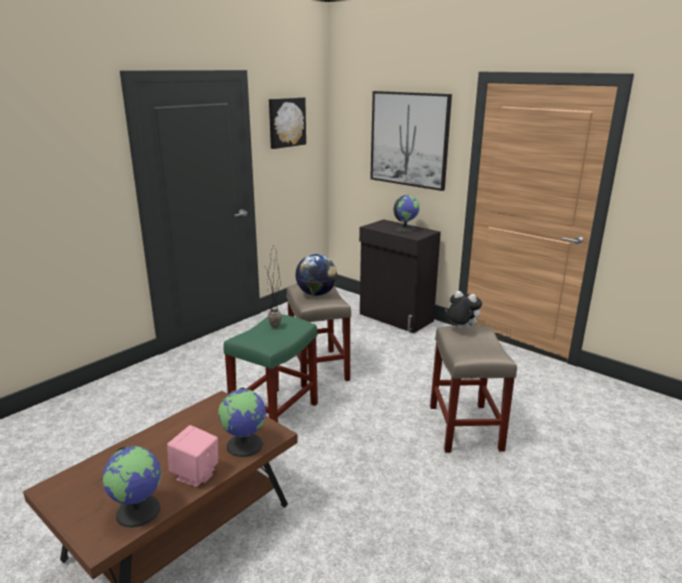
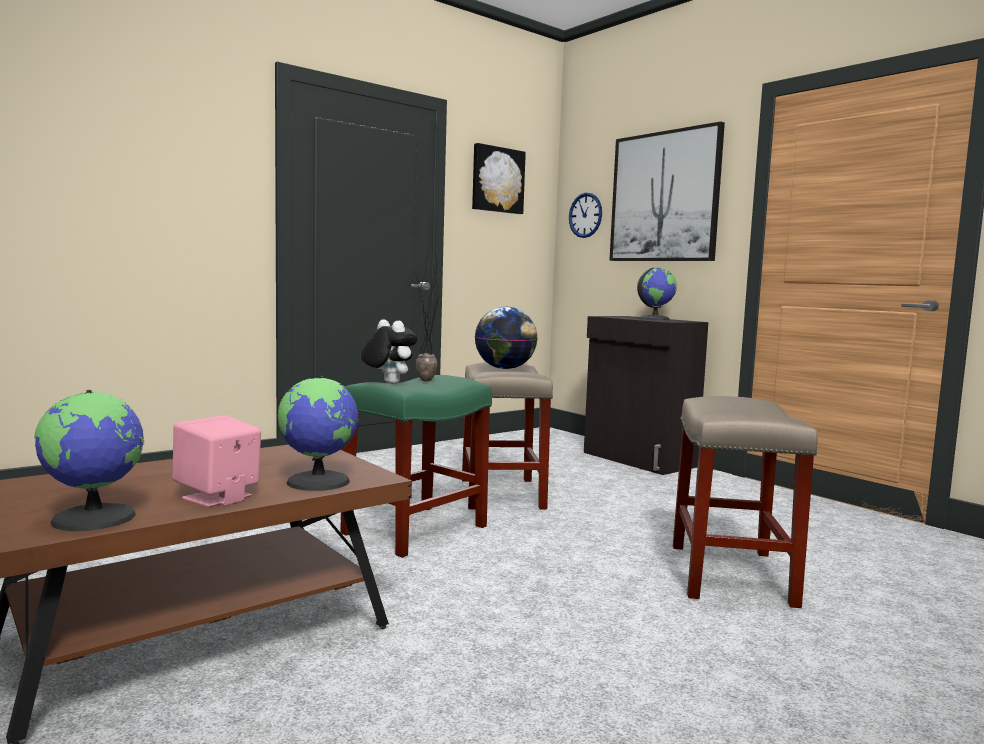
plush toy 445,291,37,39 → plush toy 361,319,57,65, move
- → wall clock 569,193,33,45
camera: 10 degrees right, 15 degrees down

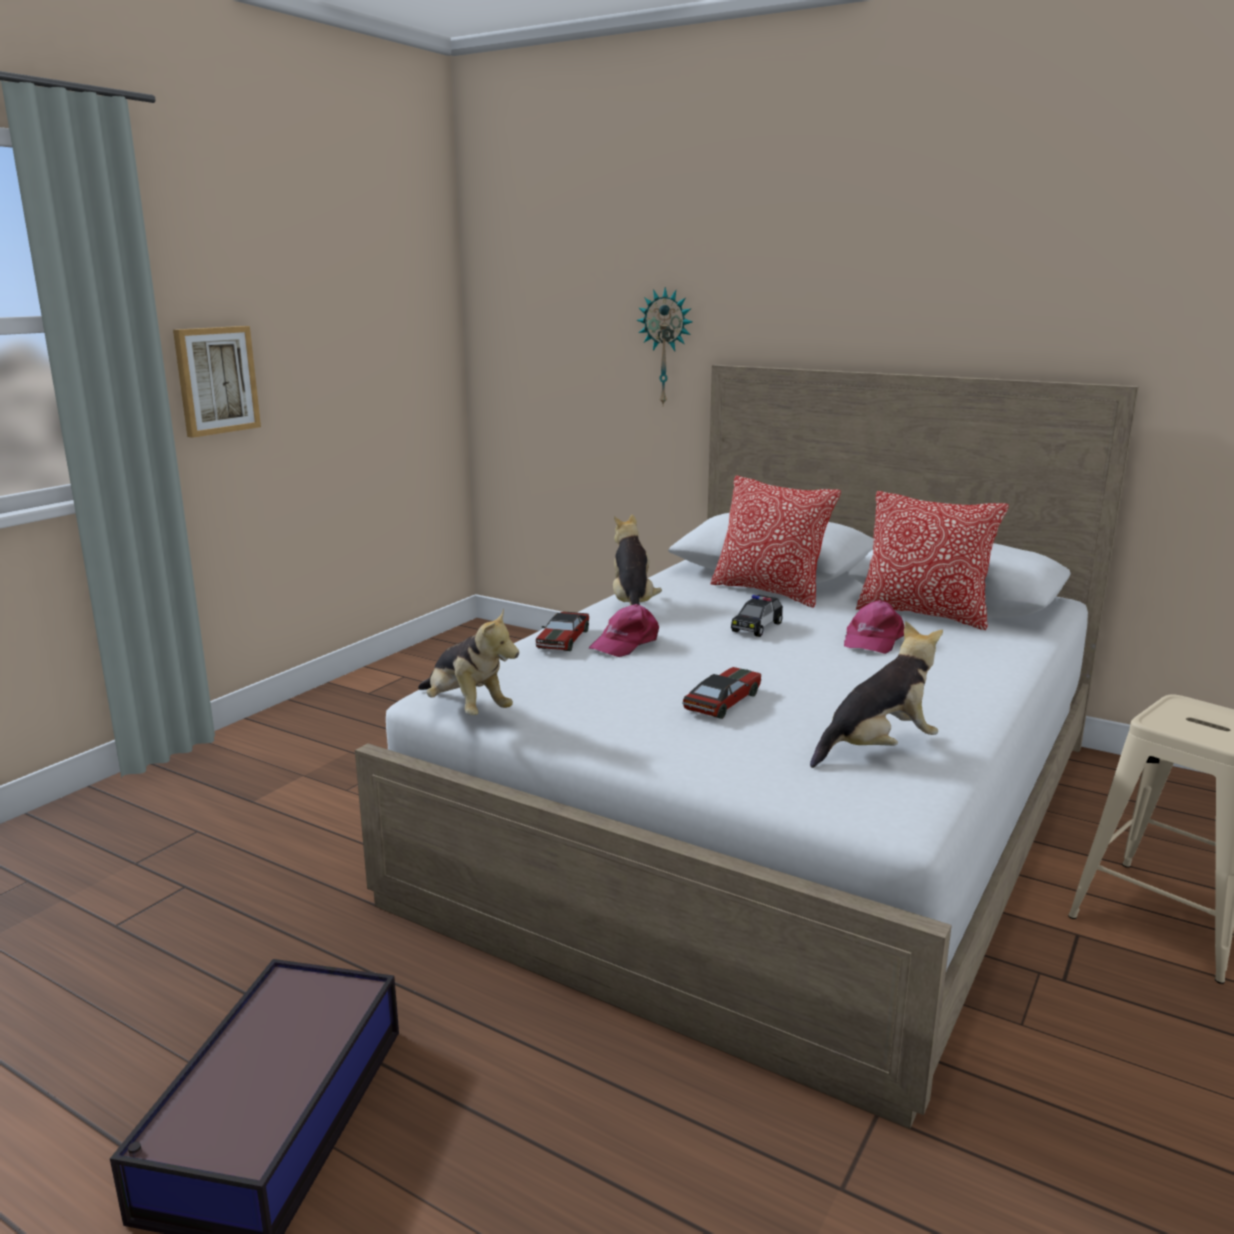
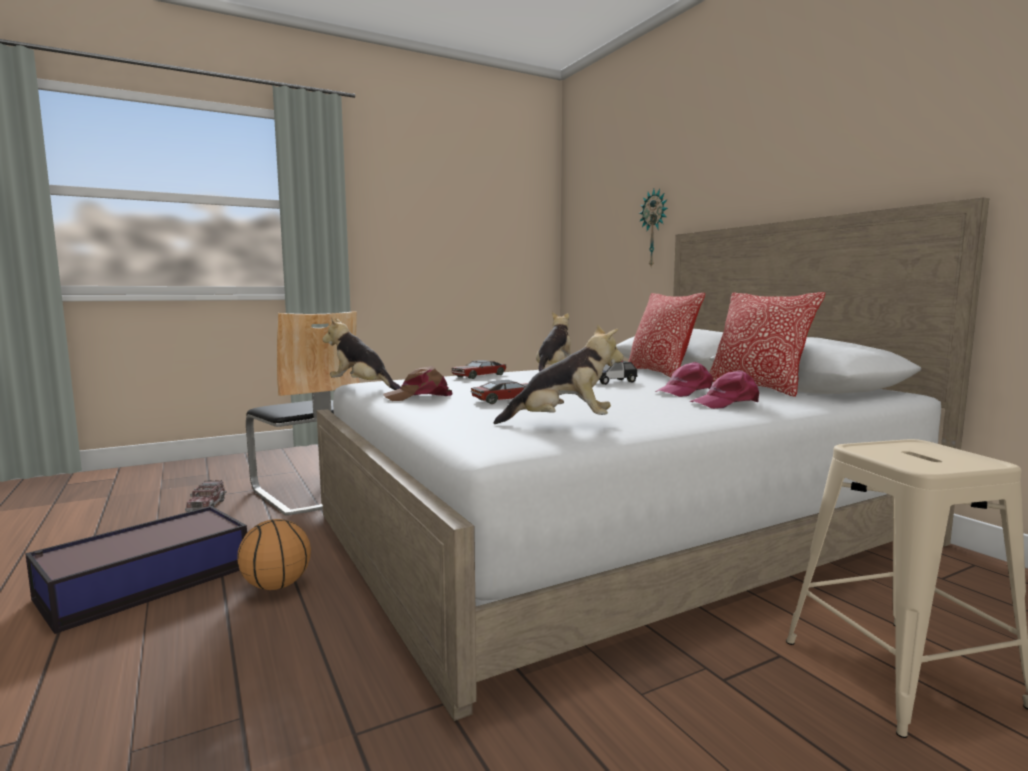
picture 173,326,88,112 → -
cap (pink) 589,604,70,53 → cap (pink) 689,370,70,39, move
plush toy 418,608,101,107 → plush toy 323,317,78,73, 135 degrees clockwise
- → chair 246,311,114,205
- → cap (brown) 383,366,69,35
- → toy truck 185,480,42,32
- → basketball 237,519,74,71
camera: 30 degrees right, 10 degrees down

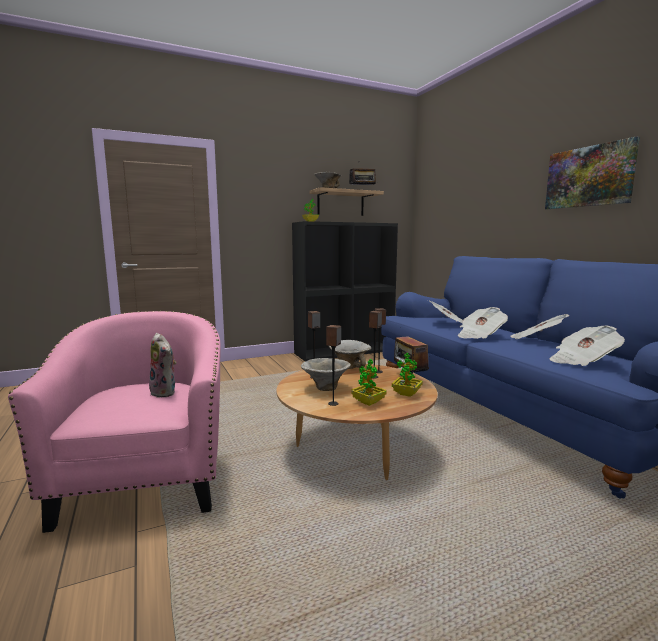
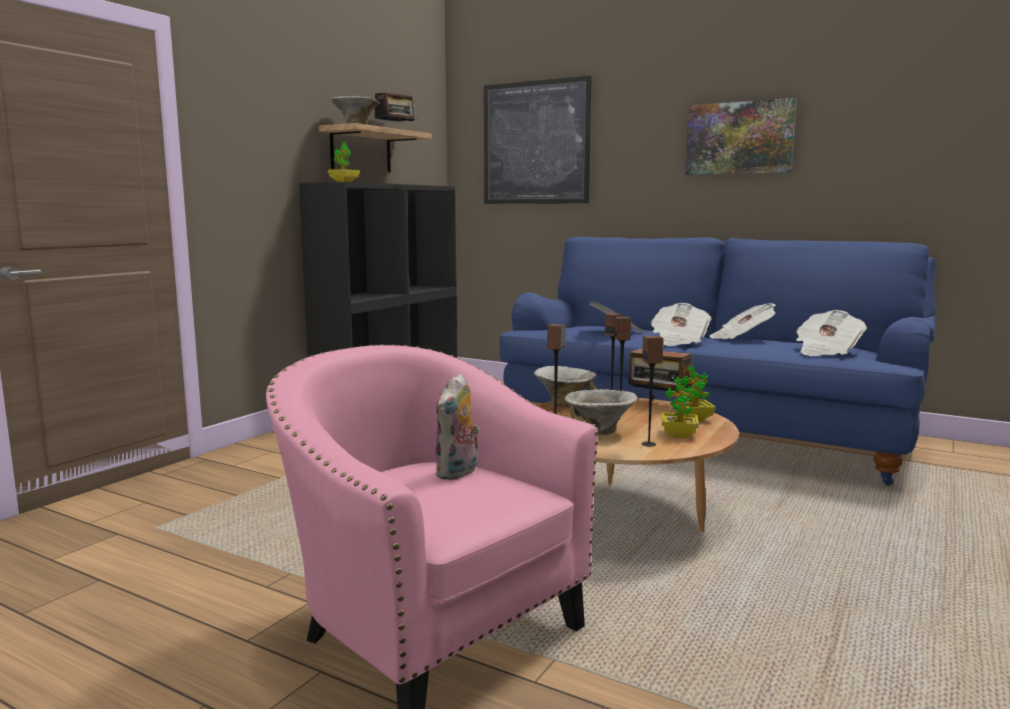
plush toy 149,333,28,65 → plush toy 435,374,45,106, 105 degrees clockwise
- → picture 484,75,108,129
camera: 35 degrees left, 0 degrees up

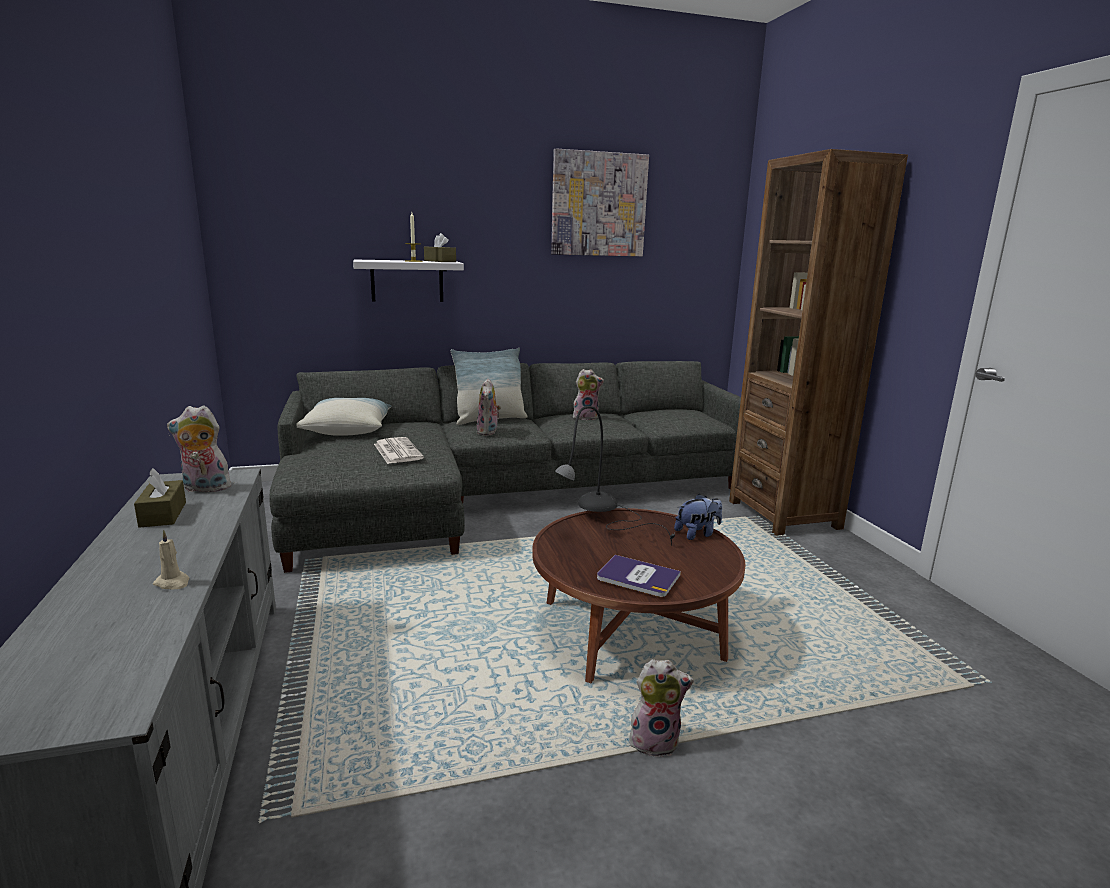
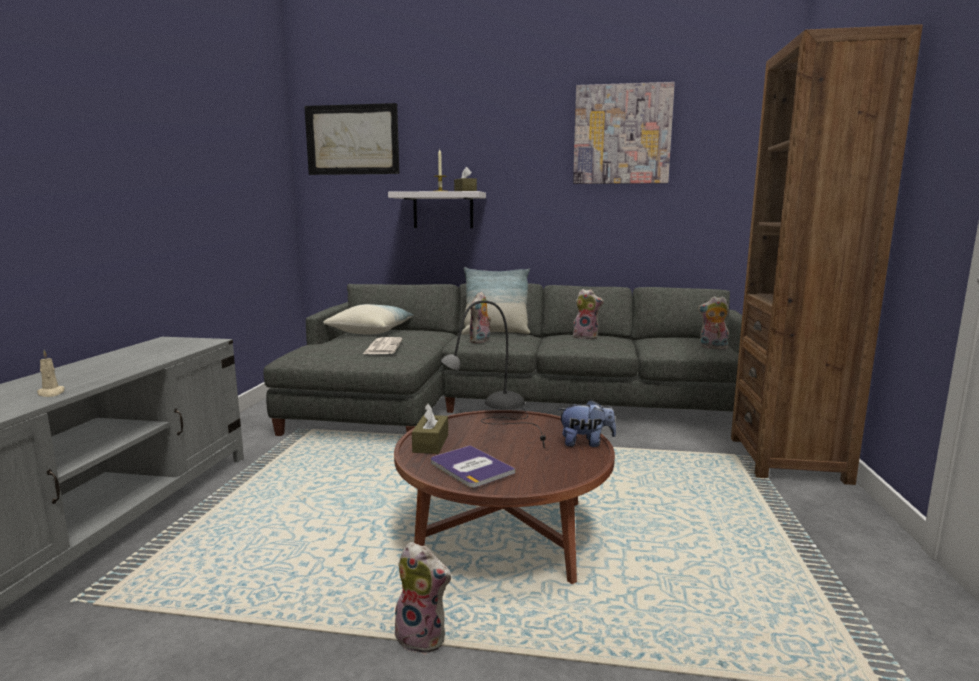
plush toy 167,405,64,87 → plush toy 698,296,32,53, move
tissue box (brown) 134,468,52,60 → tissue box (brown) 412,404,36,50, move
- → picture 304,103,95,72
camera: 25 degrees right, 5 degrees down

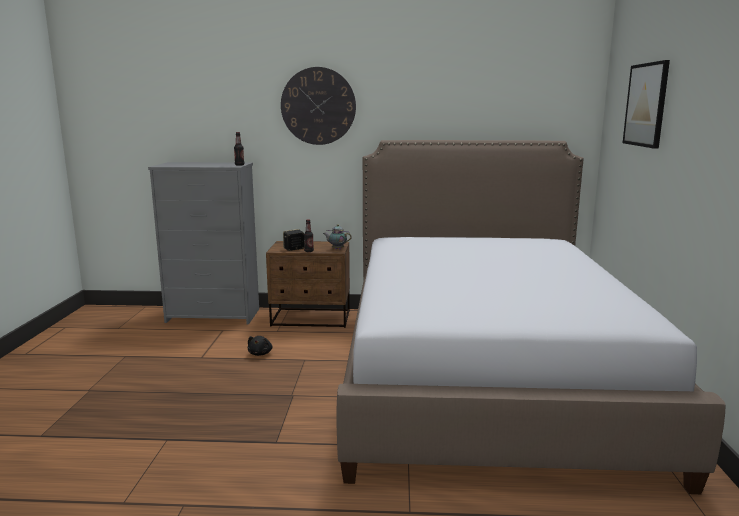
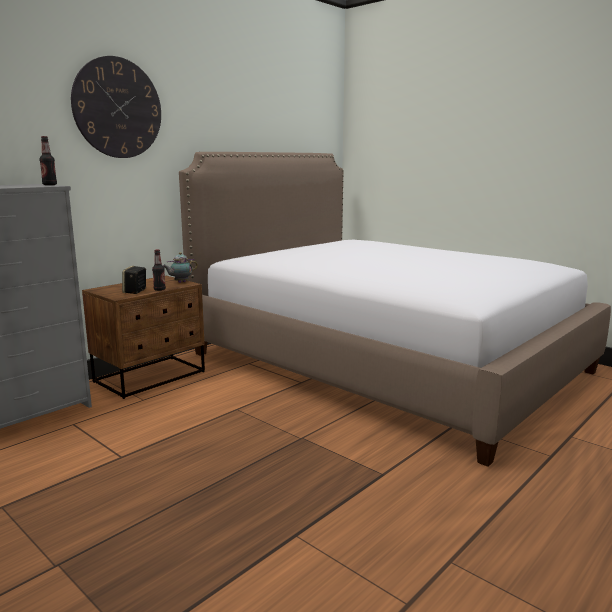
picture 623,60,47,89 → -
plush toy (black) 248,336,25,20 → -
camera: 50 degrees left, 0 degrees up

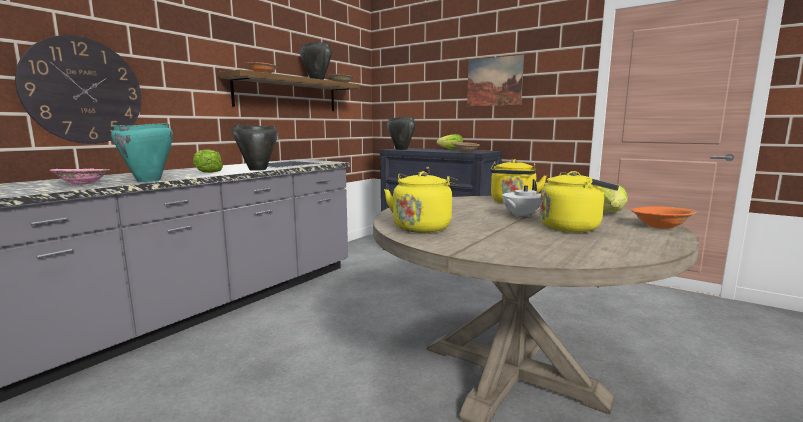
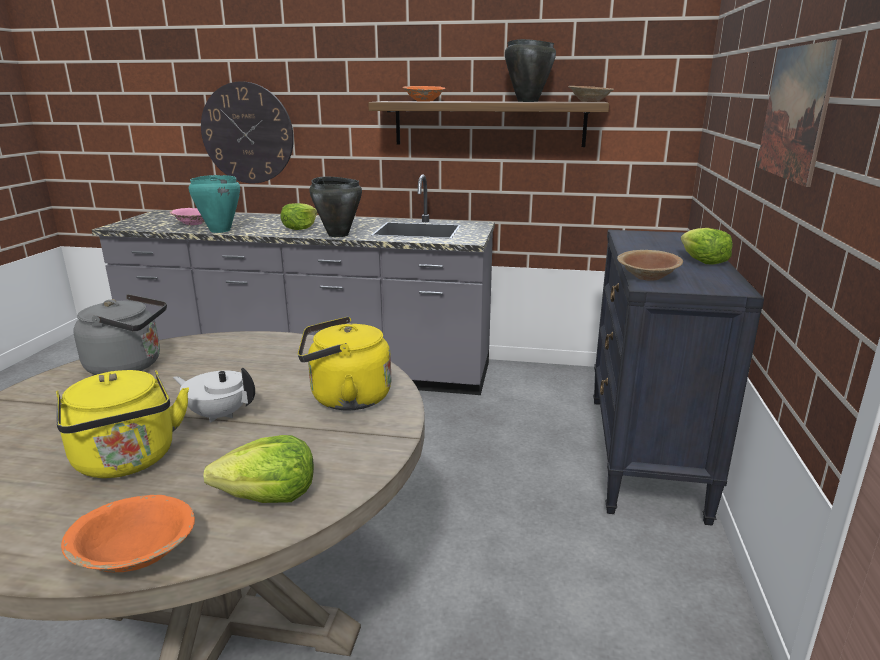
cooking pot (black) 387,117,29,33 → -
kettle (yellow) 384,171,75,62 → kettle (grey) 73,294,94,81
camera: 65 degrees right, 10 degrees up

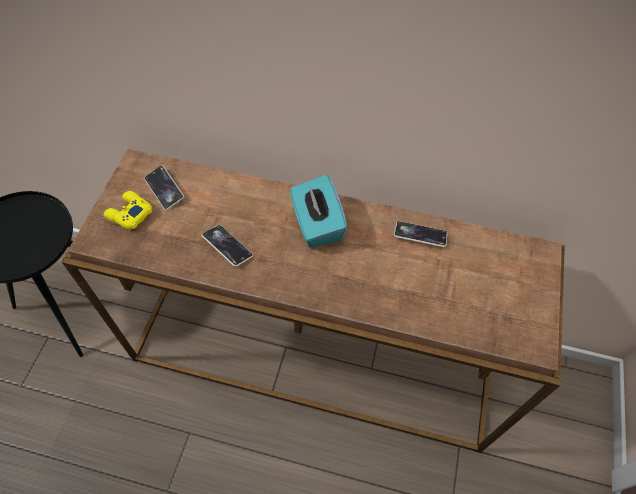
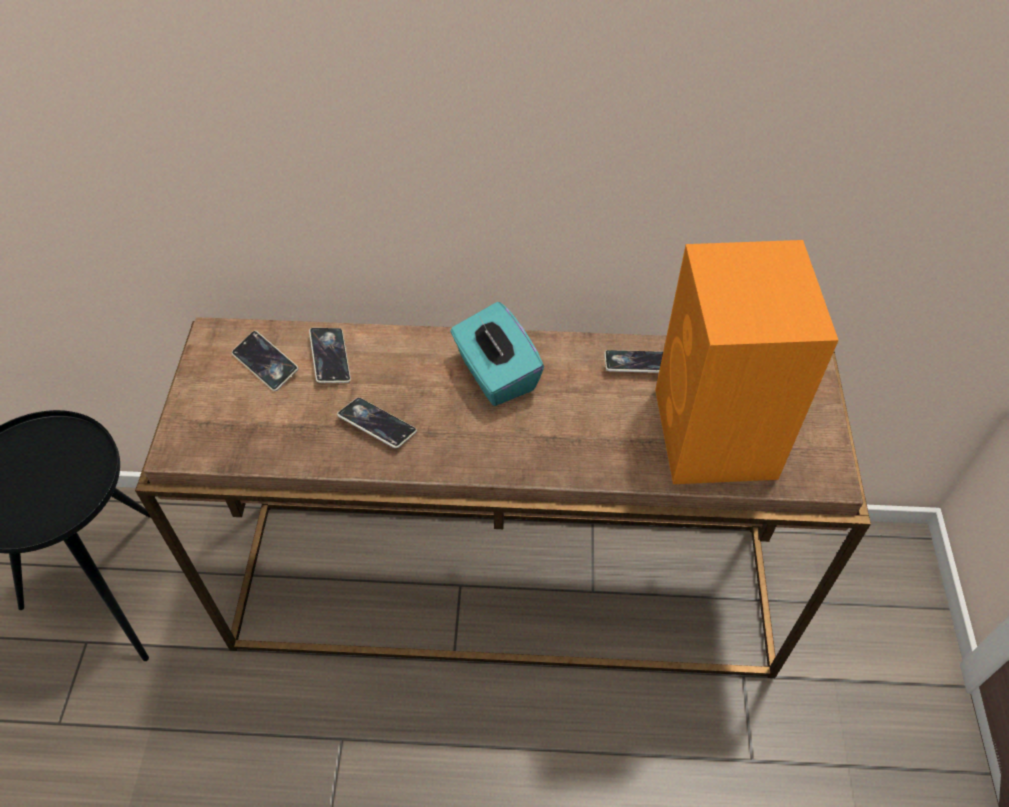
game controller (yellow) 104,191,48,39 → -
- → speaker (orange) 655,240,184,244
- → phone 309,328,42,55
camera: 10 degrees left, 5 degrees down

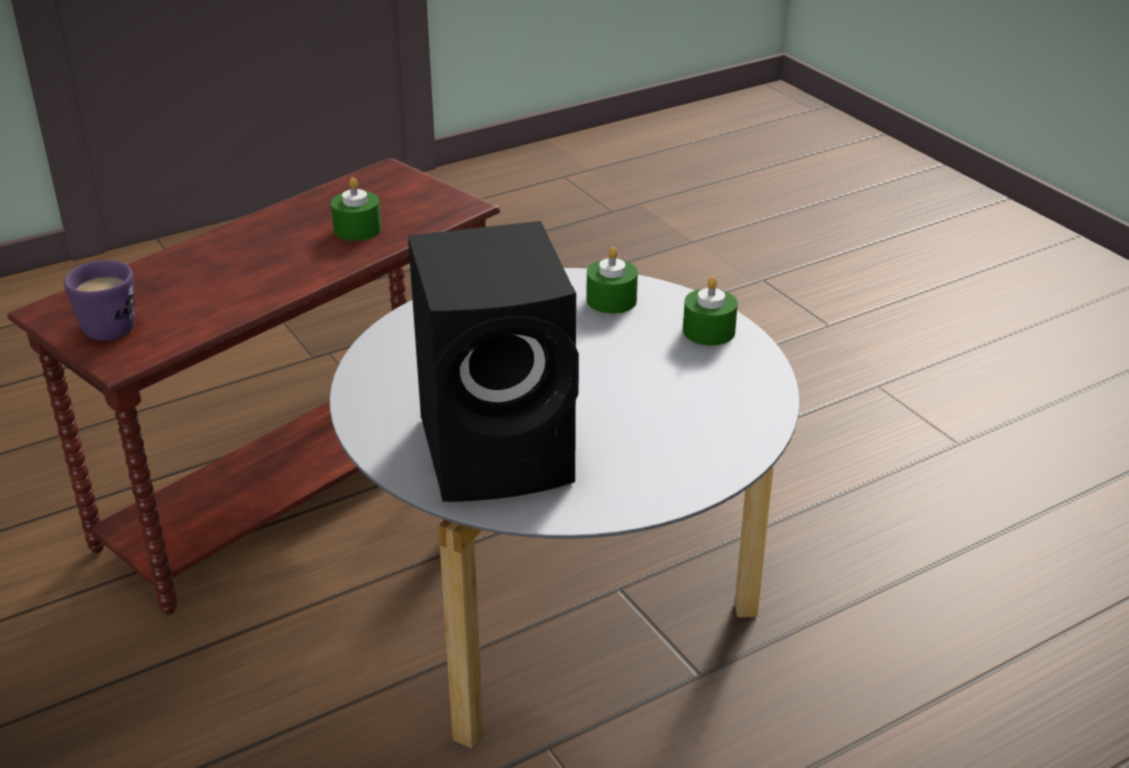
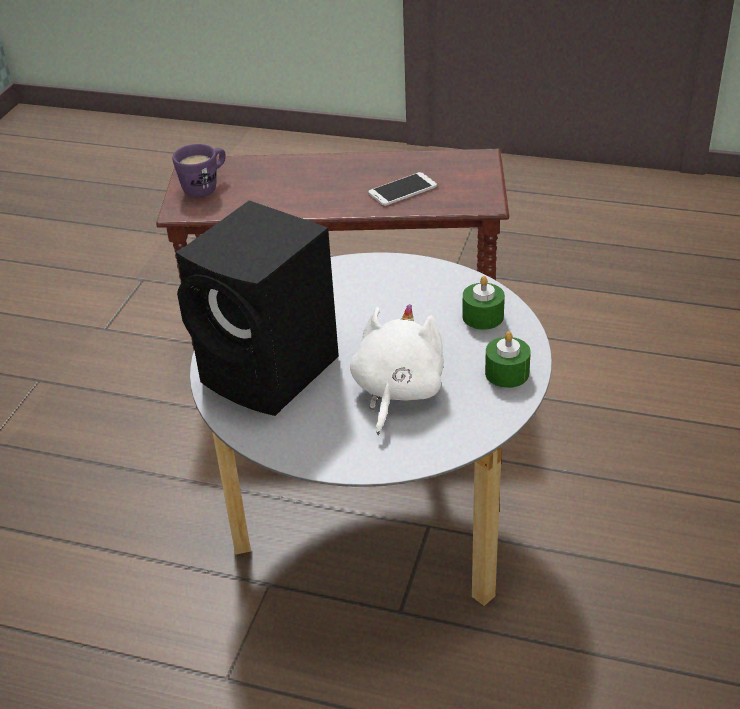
candle (green) 331,177,50,64 → phone 368,172,69,34
- → plush toy (white) 350,304,94,131
camera: 50 degrees right, 5 degrees up

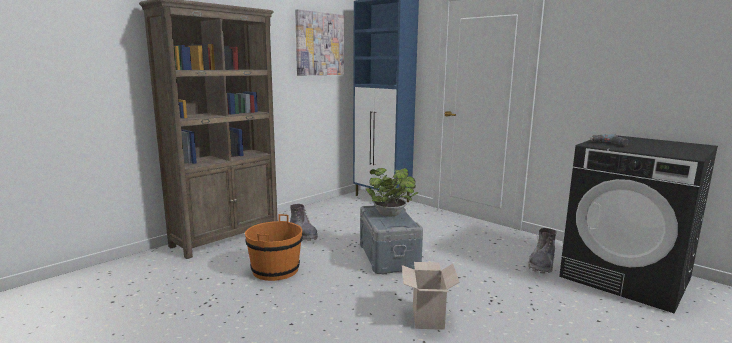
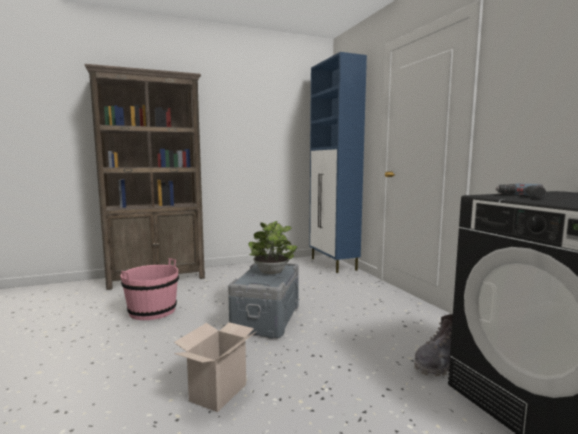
picture 295,9,49,66 → -
boot (grey) 290,204,28,37 → -
bucket (orange) 245,214,58,67 → bucket (pink) 121,258,58,62
camera: 25 degrees right, 5 degrees down

